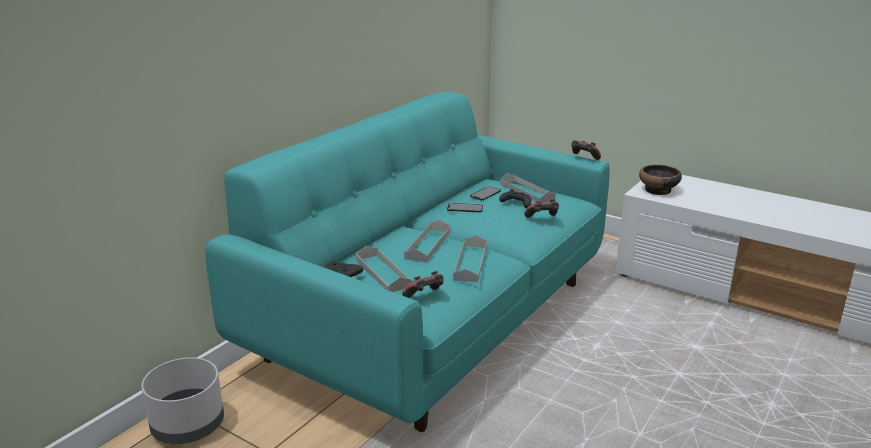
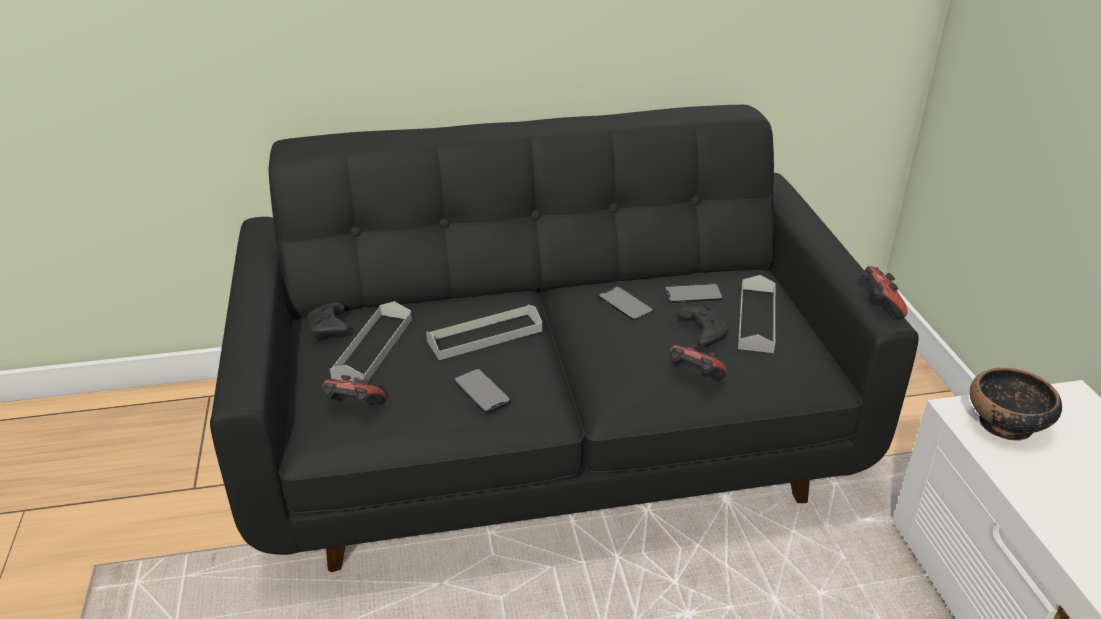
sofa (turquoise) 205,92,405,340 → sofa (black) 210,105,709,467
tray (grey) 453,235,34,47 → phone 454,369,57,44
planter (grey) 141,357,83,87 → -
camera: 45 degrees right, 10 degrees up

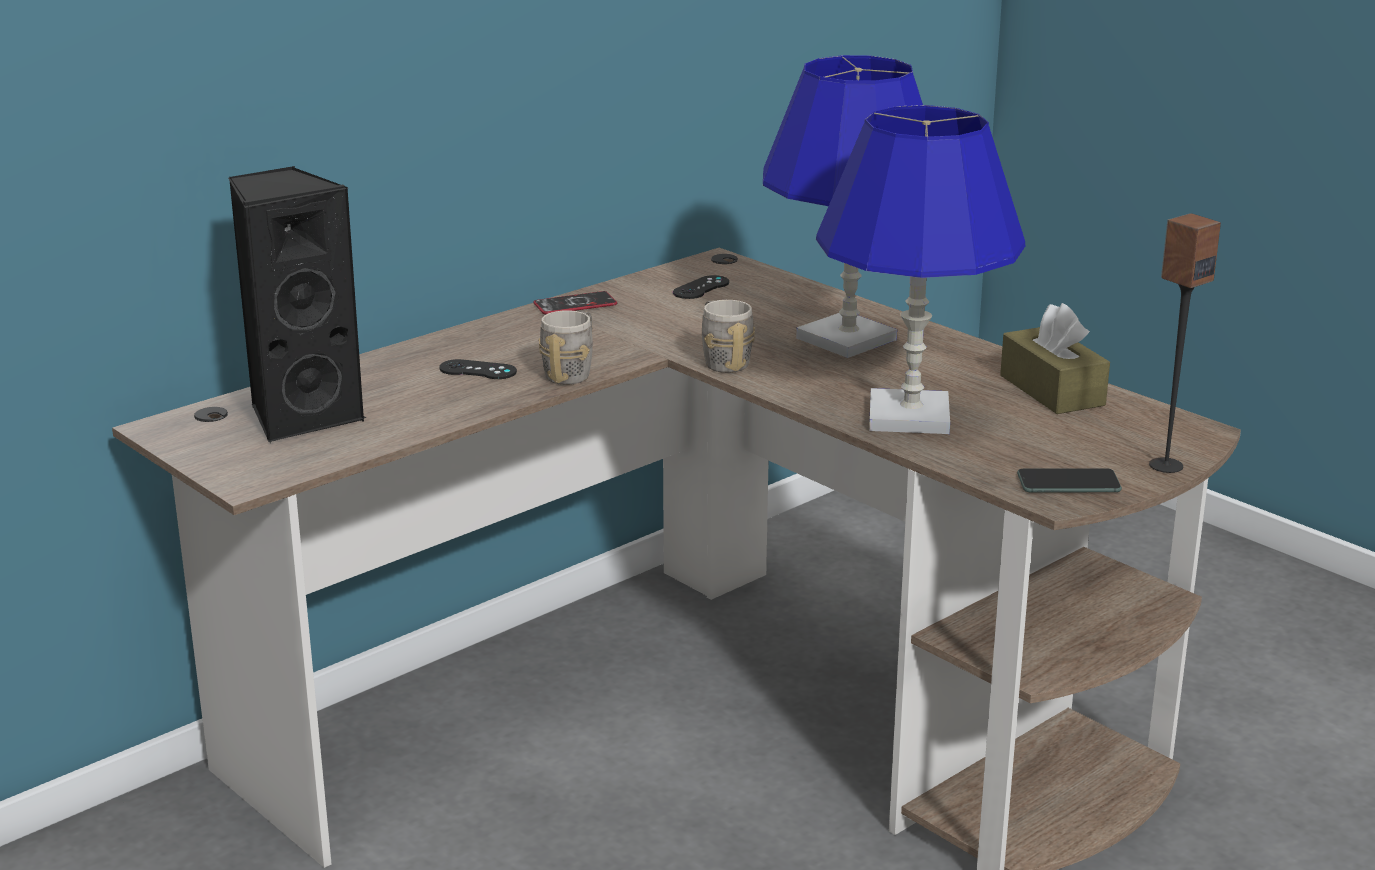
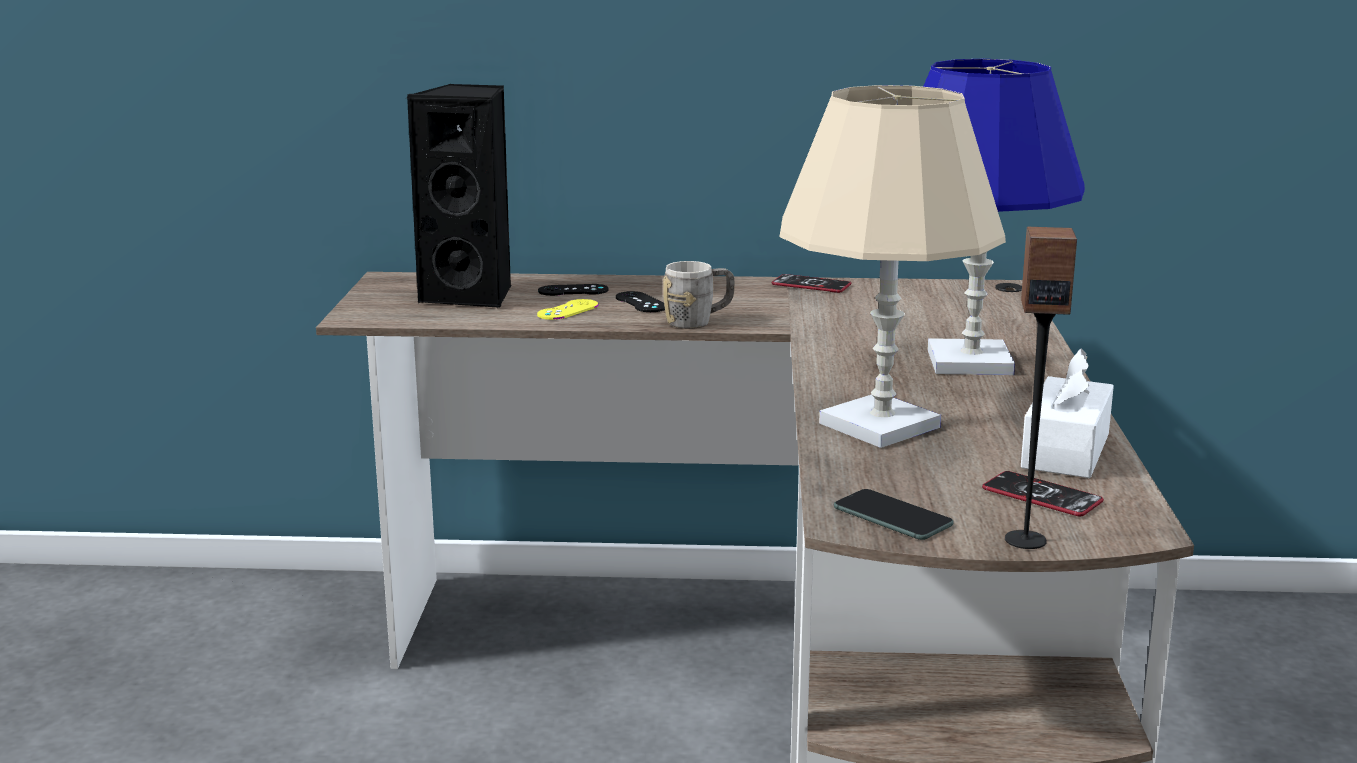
table lamp (blue) 816,105,209,329 → table lamp (beige) 779,85,227,363
game controller (black) 673,275,56,24 → game controller (black) 538,284,71,12, move
mug (grey) 702,300,53,73 → -
tissue box (brown) 1000,303,110,111 → tissue box (white) 1021,349,93,129
- → game controller (yellow) 537,299,61,21
- → phone 982,471,122,45
camera: 45 degrees right, 5 degrees down

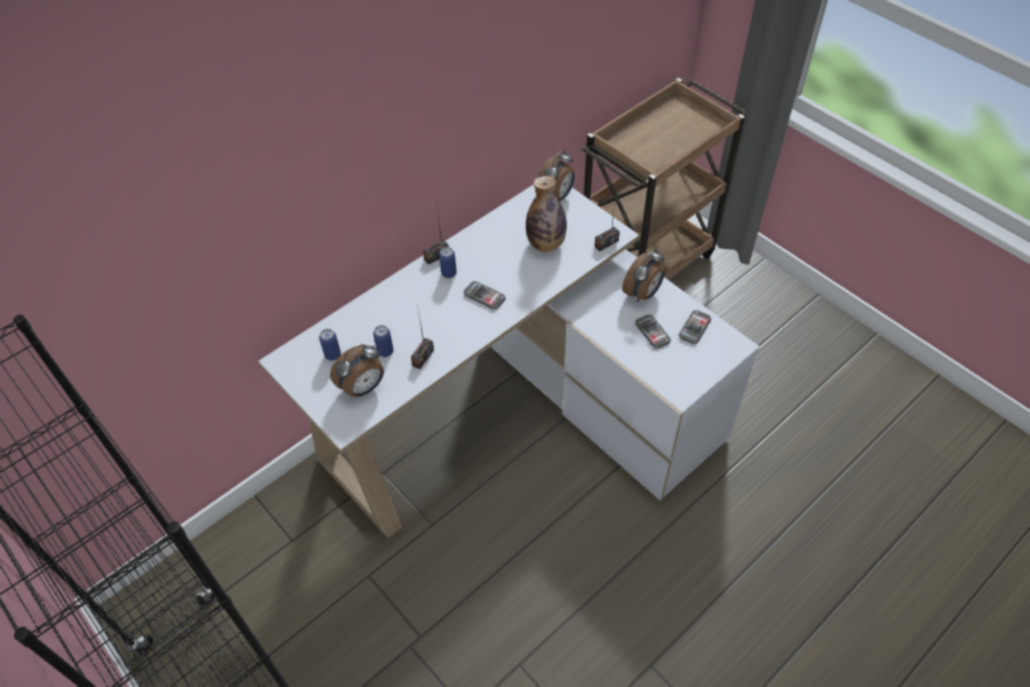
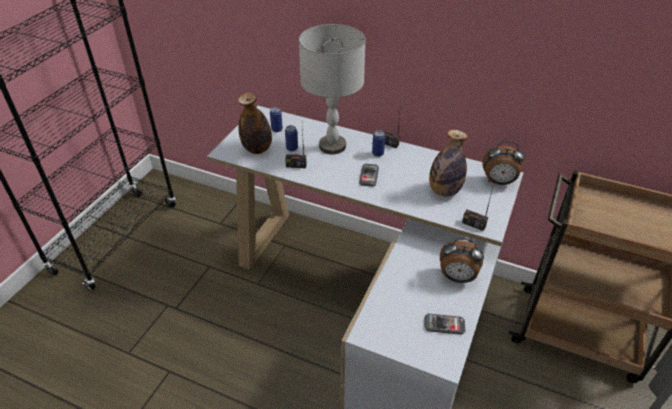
phone 635,314,36,35 → -
alarm clock 330,344,54,53 → bottle 238,93,34,61
- → table lamp (grey) 299,24,67,130
camera: 65 degrees right, 10 degrees down

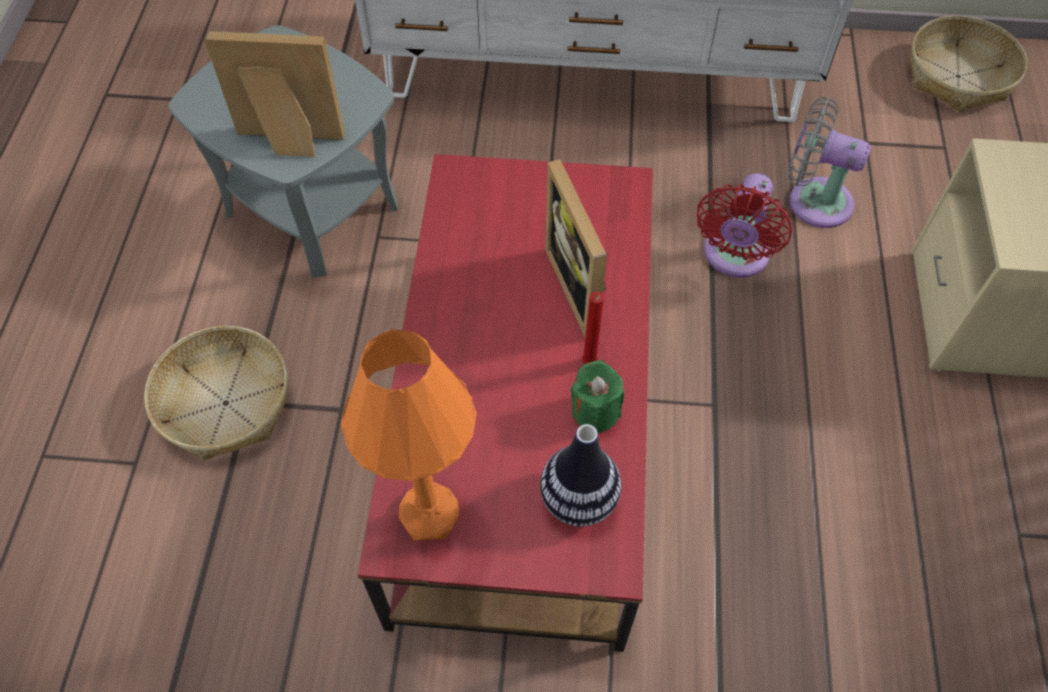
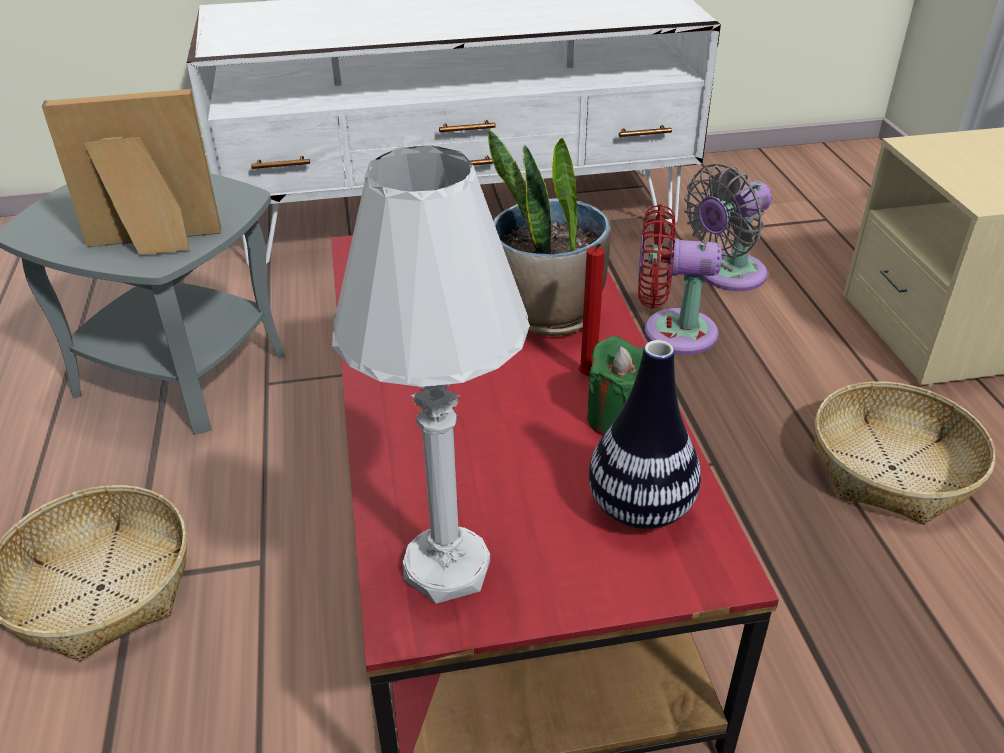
basket 910,16,117,96 → basket 814,381,181,143, move
fan (grey) 787,97,84,131 → fan (grey) 684,164,88,127, 45 degrees counterclockwise
picture frame 545,159,62,179 → potted plant 488,130,123,206
fan (red) 697,173,95,105 → fan (red) 638,204,84,151, 90 degrees clockwise
table lamp (orange) 341,329,136,212 → table lamp (white) 332,145,198,459
camera: 15 degrees left, 20 degrees down

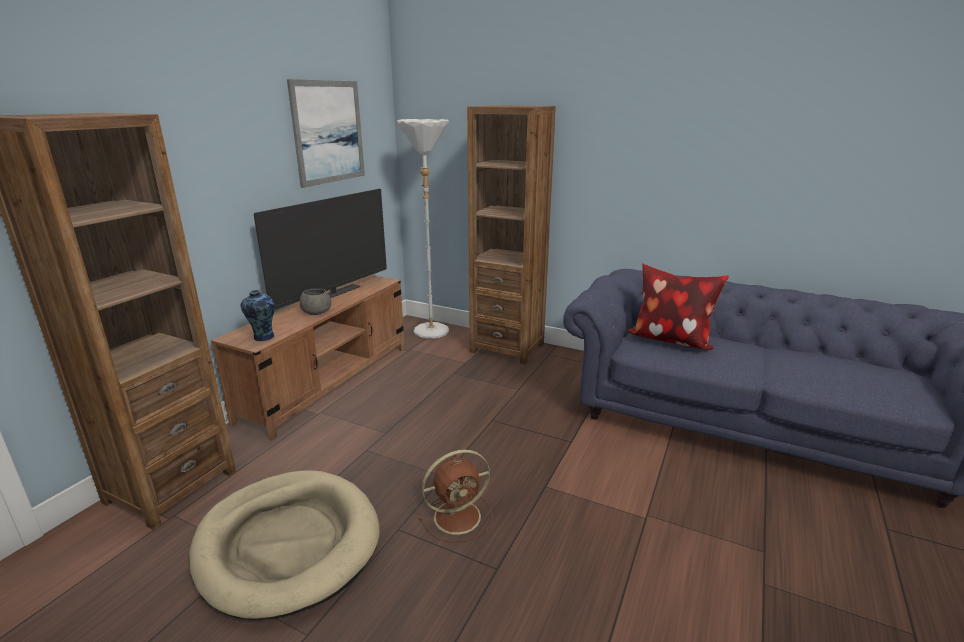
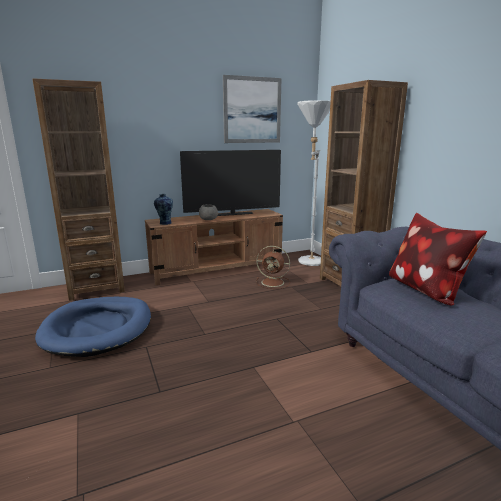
fan (brown) 419,450,74,93 → fan (brown) 256,246,34,43, move
dog bed (beige) 189,470,191,150 → dog bed (blue) 35,297,116,60
camera: 40 degrees right, 5 degrees down

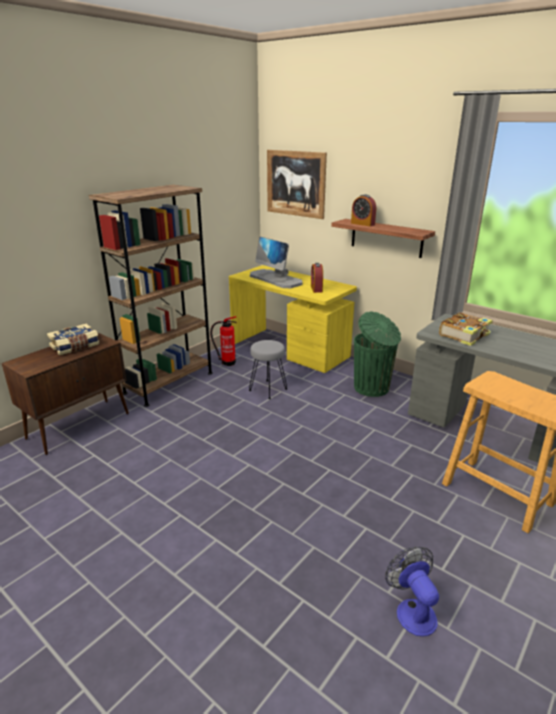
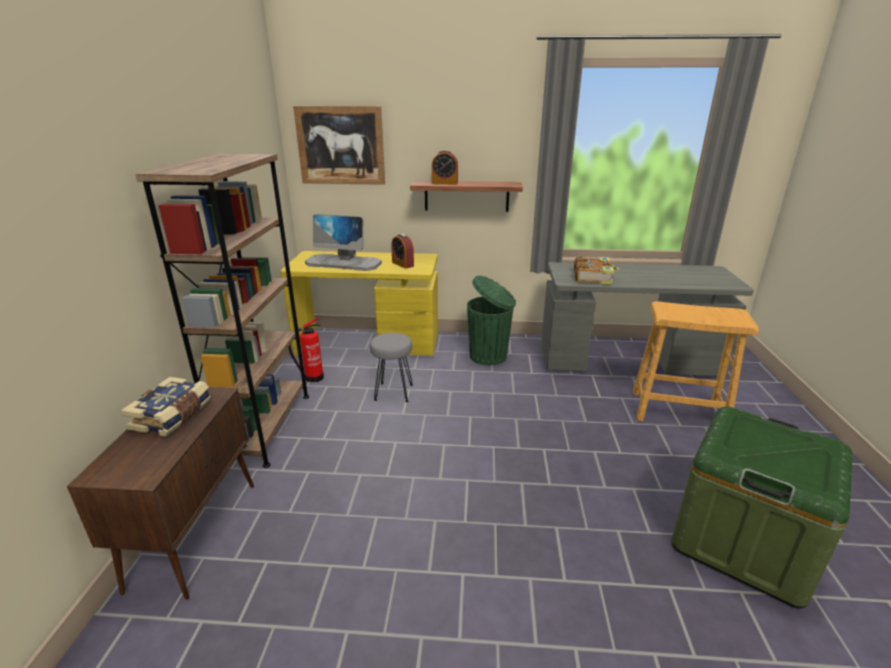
fan 385,547,54,90 → storage box (green) 671,406,182,202
camera: 35 degrees left, 0 degrees up

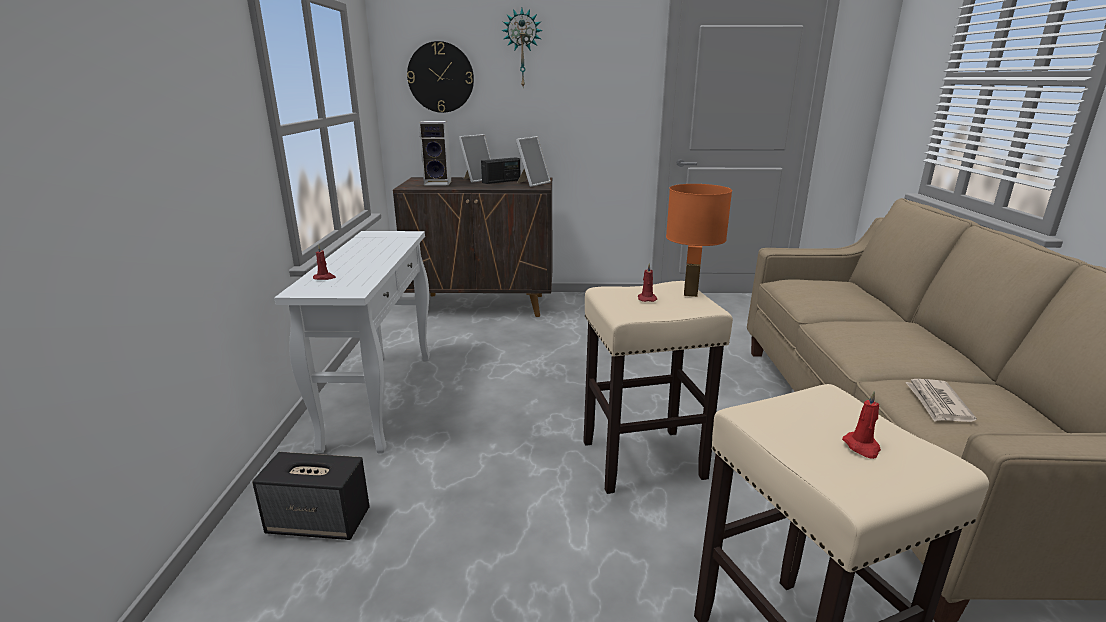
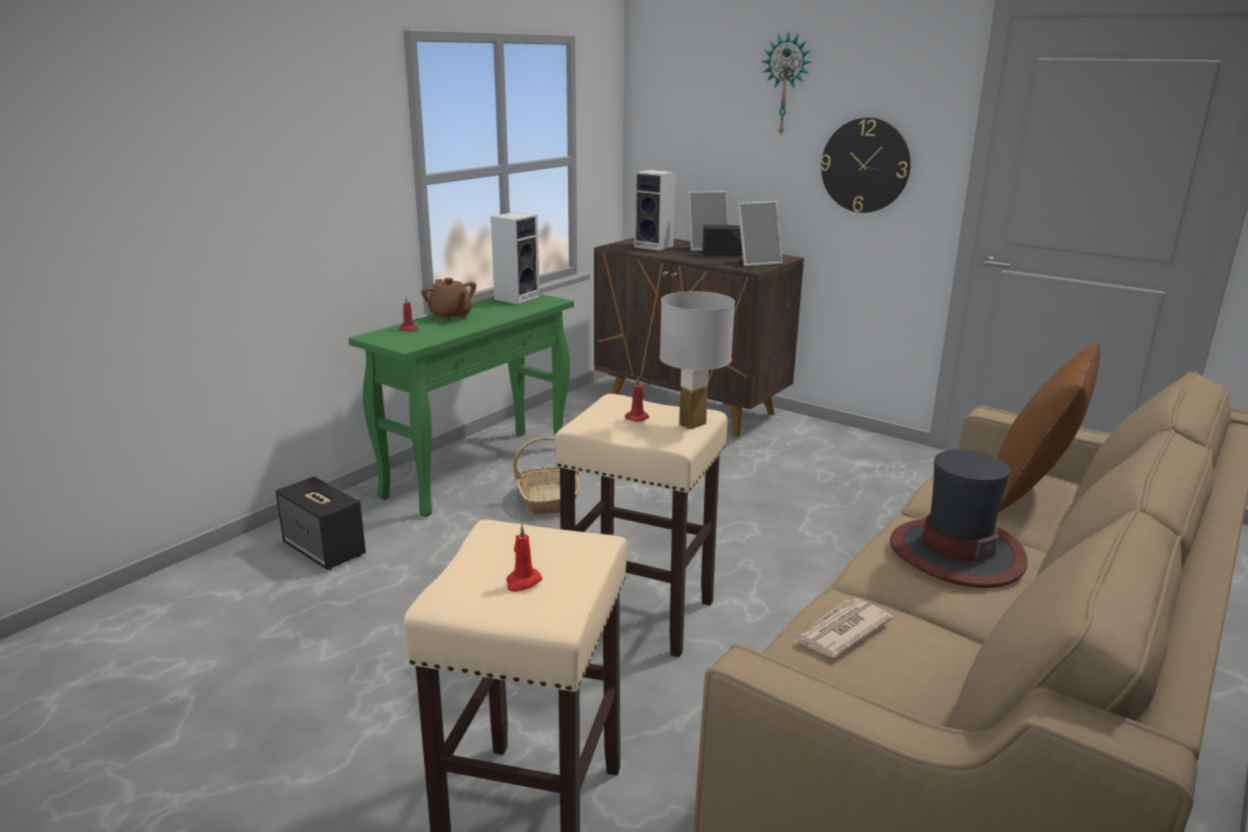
wall clock 407,41,67,72 → wall clock 820,118,91,95, move
table lamp (orange) 666,184,66,113 → table lamp (white) 660,291,75,138
console table (white) 274,231,156,222 → console table (green) 348,294,226,223
- → speaker 491,212,49,92
- → teapot (brown) 421,278,55,43
- → pillow (brown) 998,343,102,170
- → basket 513,437,67,77
- → hat 890,450,138,138
camera: 35 degrees right, 0 degrees up

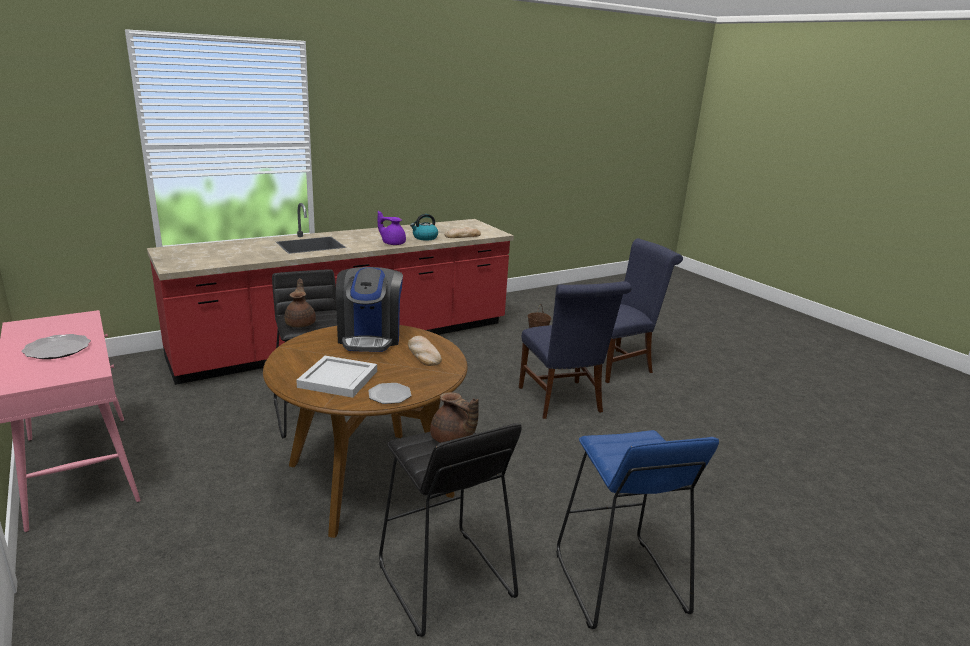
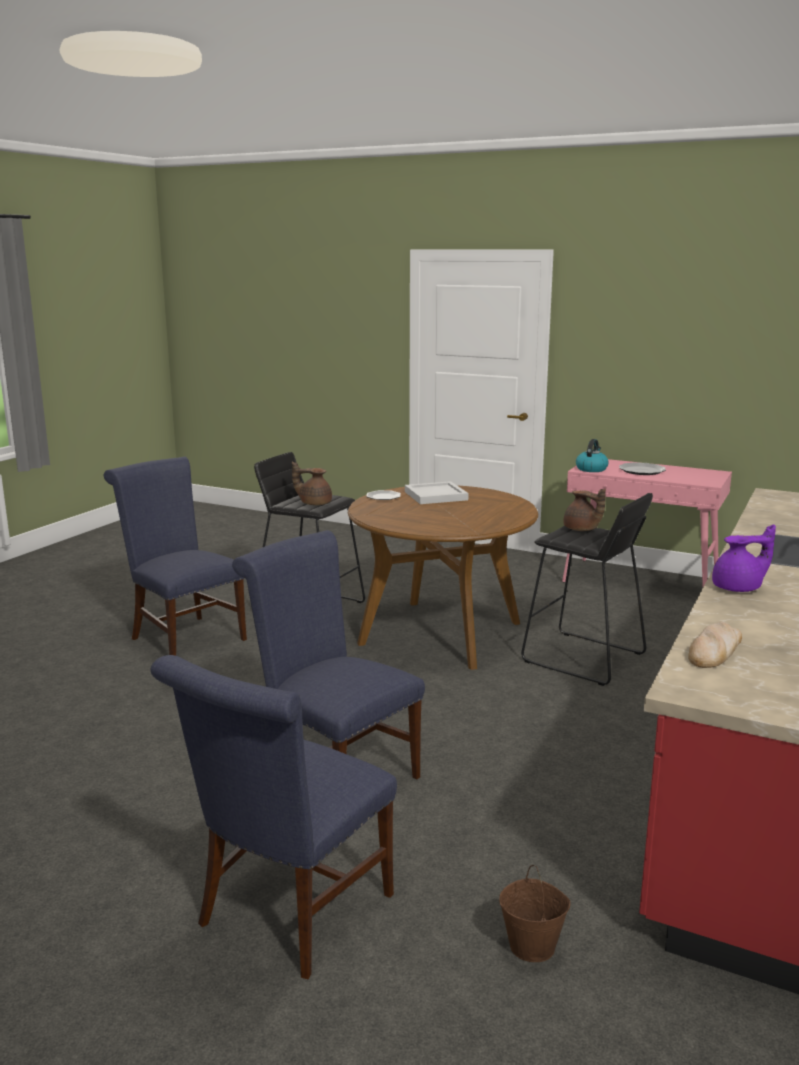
kettle 410,214,28,27 → kettle 576,439,33,33, move
coffee machine 336,267,67,85 → -
bread 408,336,34,30 → -
stool (blue) 557,430,162,199 → chair (blue) 104,457,143,199
camera: 150 degrees right, 5 degrees down

